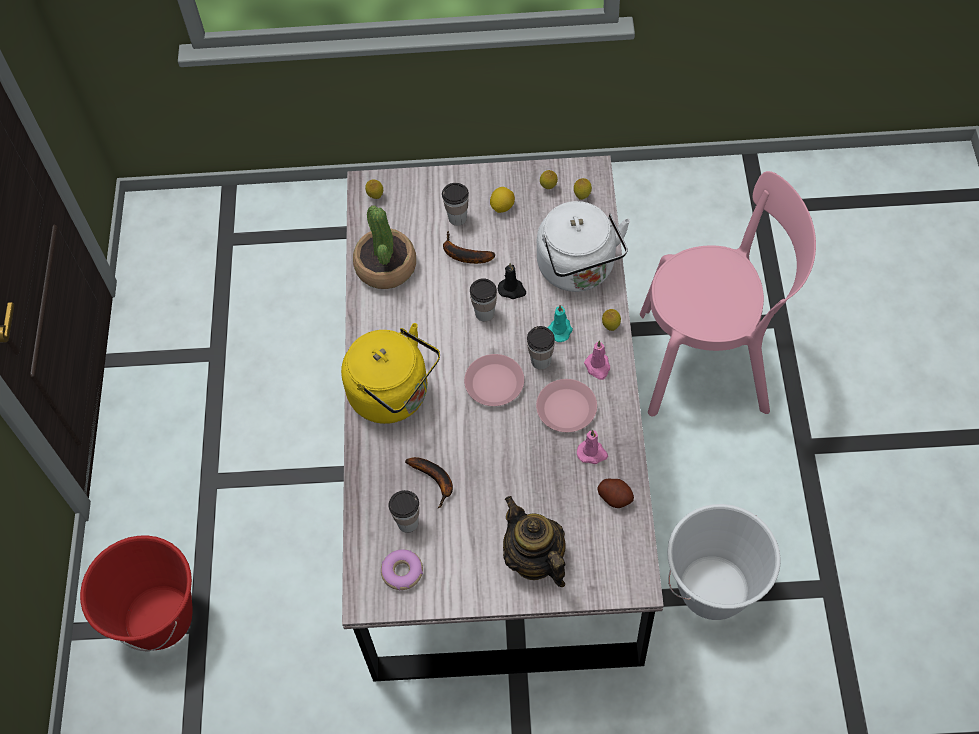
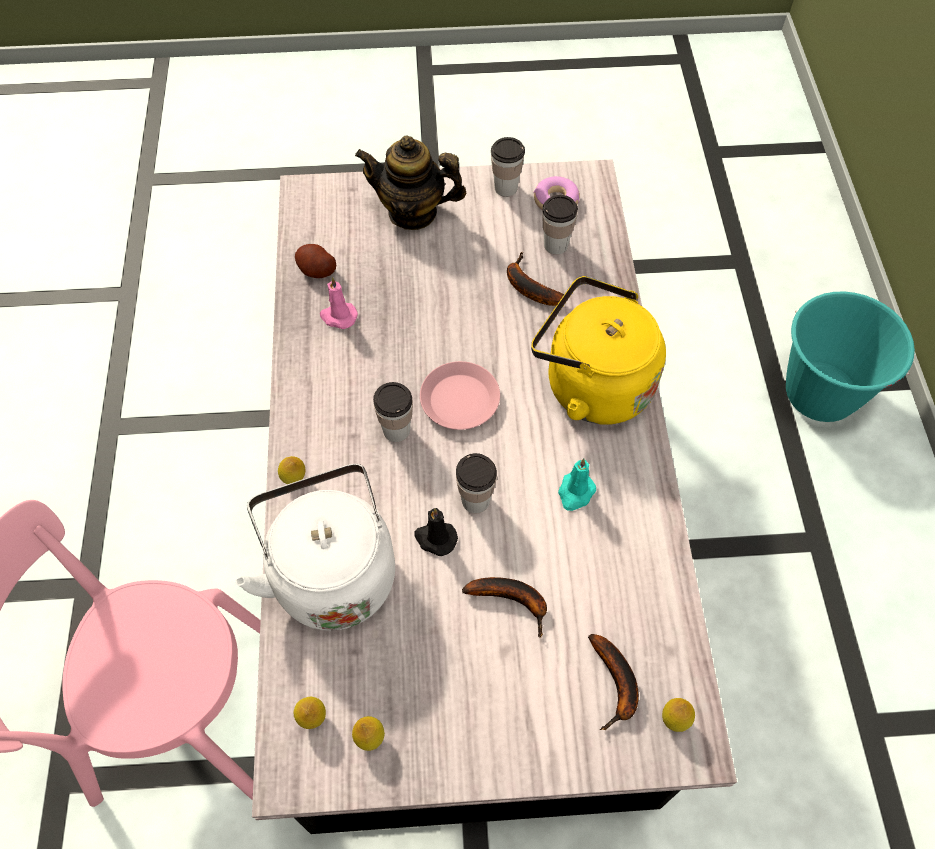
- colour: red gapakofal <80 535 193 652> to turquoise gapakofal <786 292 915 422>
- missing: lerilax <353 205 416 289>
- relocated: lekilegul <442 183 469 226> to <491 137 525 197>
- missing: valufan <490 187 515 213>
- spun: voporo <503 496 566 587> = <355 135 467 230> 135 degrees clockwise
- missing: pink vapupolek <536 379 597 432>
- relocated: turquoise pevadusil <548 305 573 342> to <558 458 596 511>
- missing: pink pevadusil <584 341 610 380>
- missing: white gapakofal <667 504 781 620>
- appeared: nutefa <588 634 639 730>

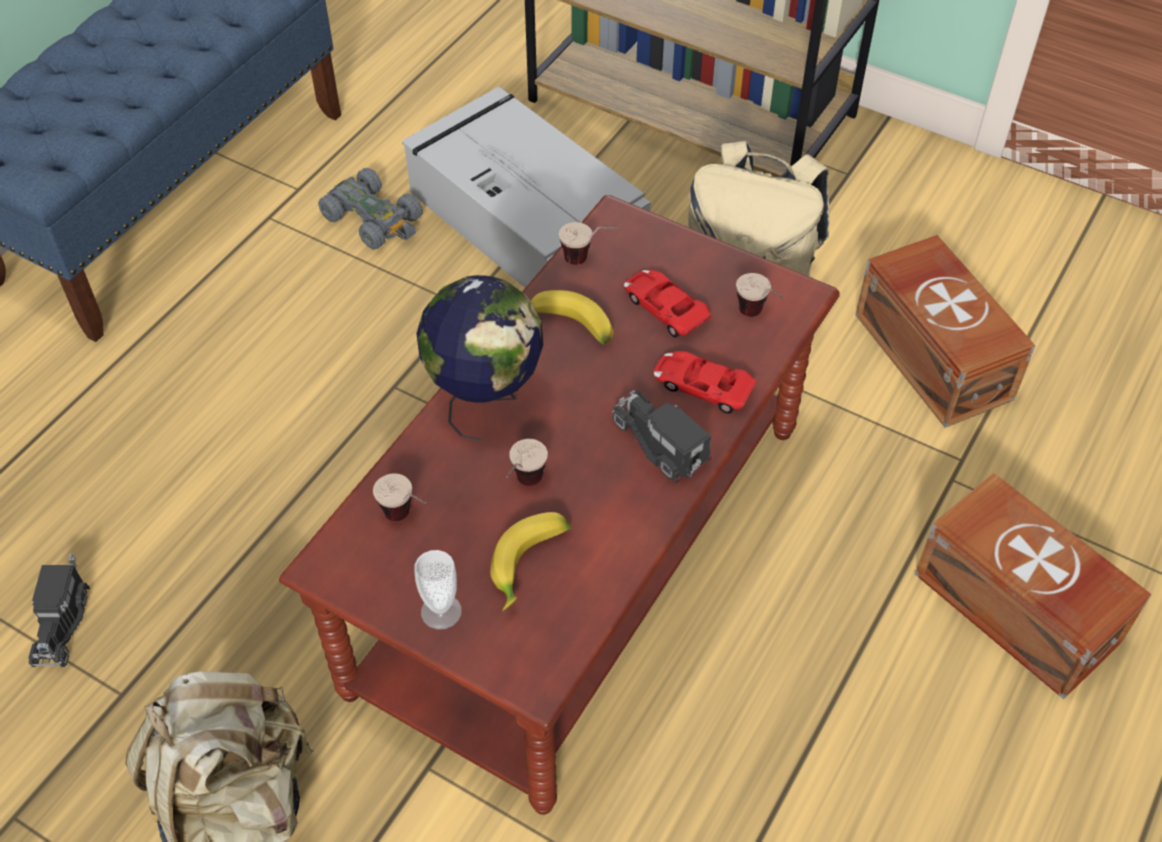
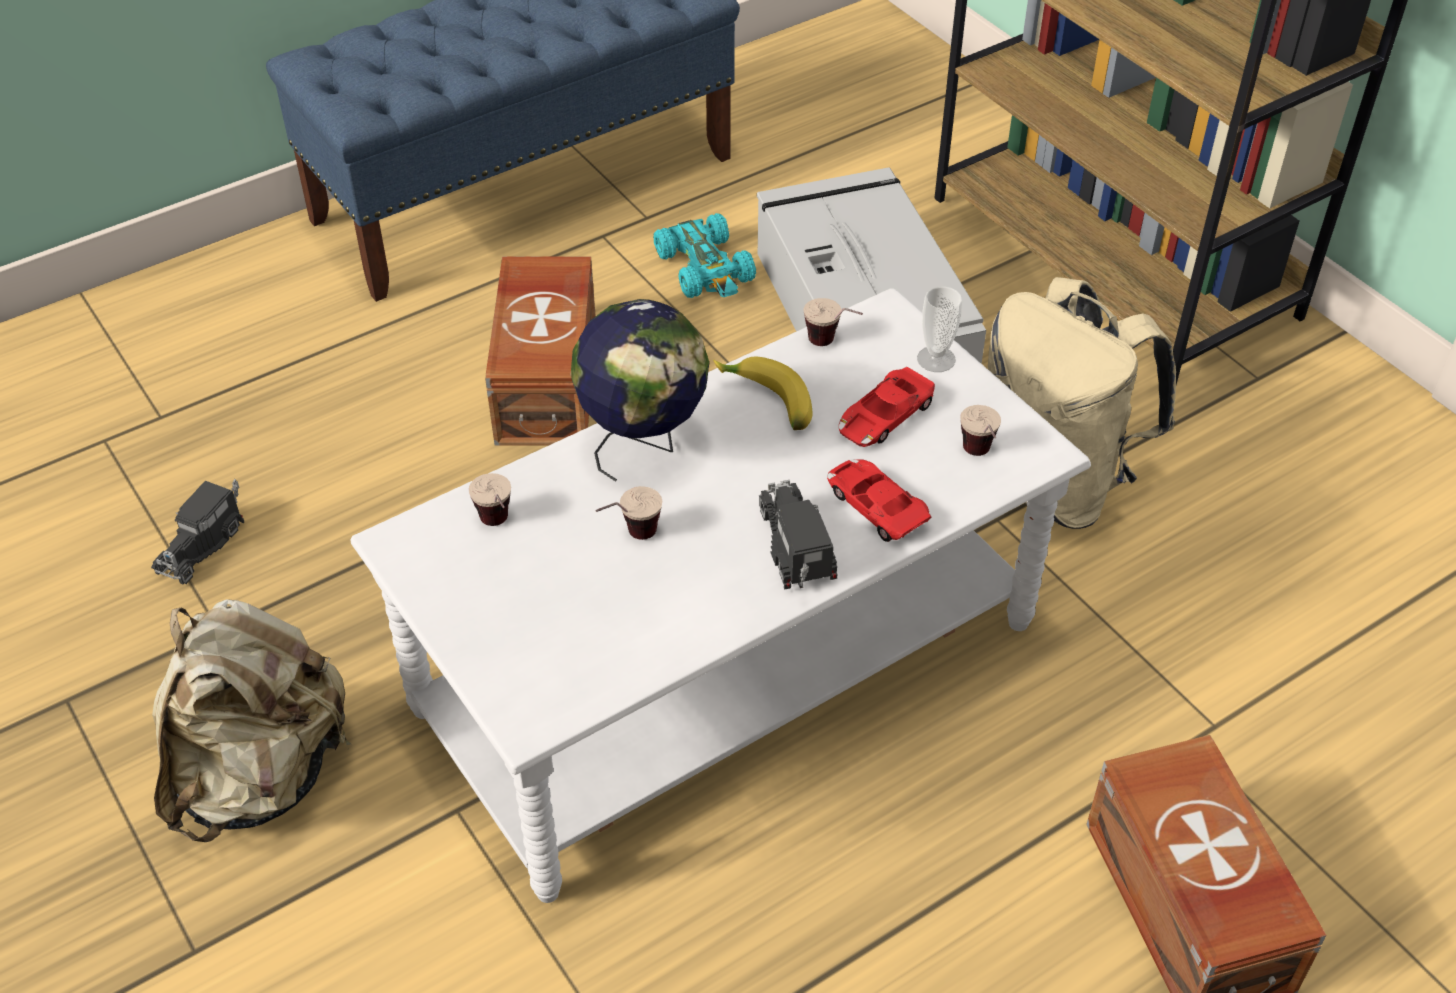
- colour: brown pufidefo <279 195 840 815> to white pufidefo <351 289 1091 903>
- colour: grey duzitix <318 168 423 250> to turquoise duzitix <653 213 756 298>
- relocated: lekilegul <414 550 462 630> to <917 286 962 372>
- missing: nutefa <490 512 571 611>
- spun: red duzitix <624 270 712 338> = <838 367 935 447> 120 degrees counterclockwise
- relocated: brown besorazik <855 235 1035 428> to <485 256 596 446>

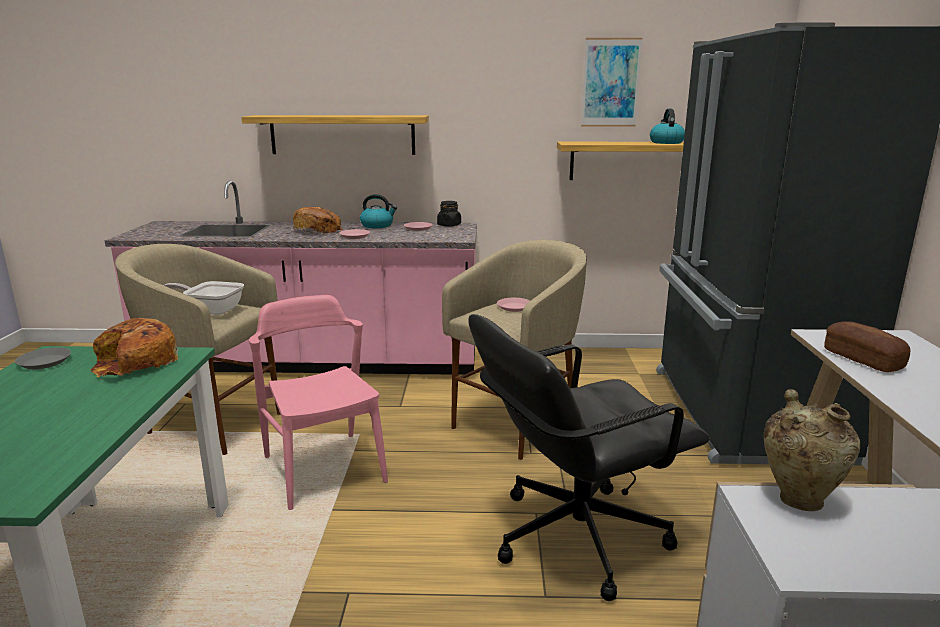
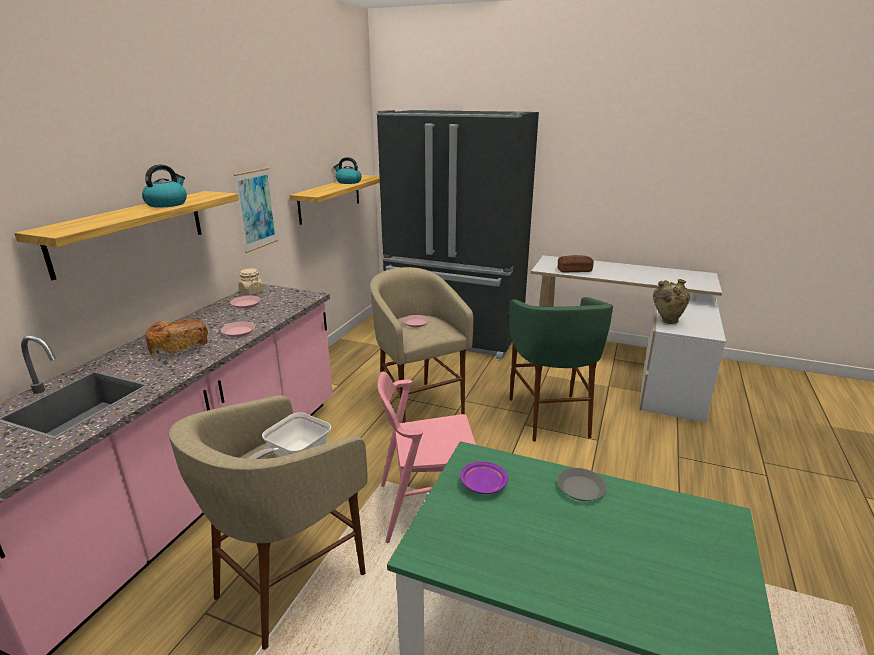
- relocated: grey vapupolek <15 347 71 369> to <557 468 607 501>
- exchanged: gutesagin <90 318 178 377> to purple vapupolek <460 462 508 494>
- relocated: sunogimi <360 194 397 228> to <142 165 187 207>
- colour: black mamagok <437 201 461 227> to beige mamagok <238 269 264 295>
- exchanged: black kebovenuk <469 314 710 601> to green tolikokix <508 297 613 442>
- relocated: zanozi <581 38 642 126> to <234 168 278 253>

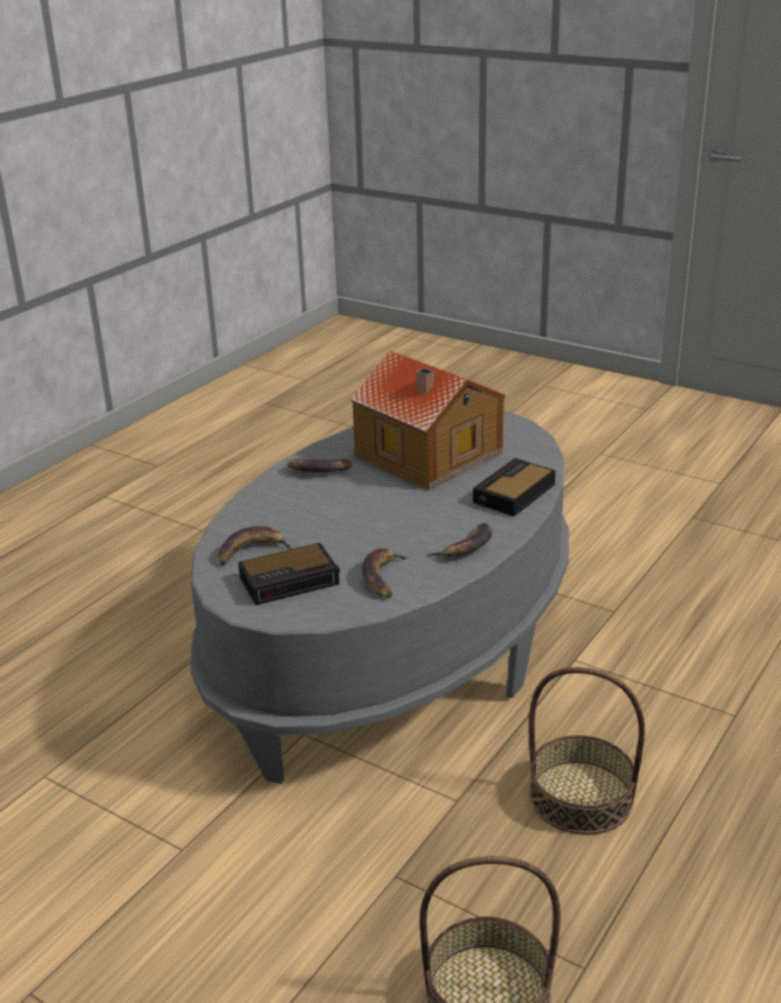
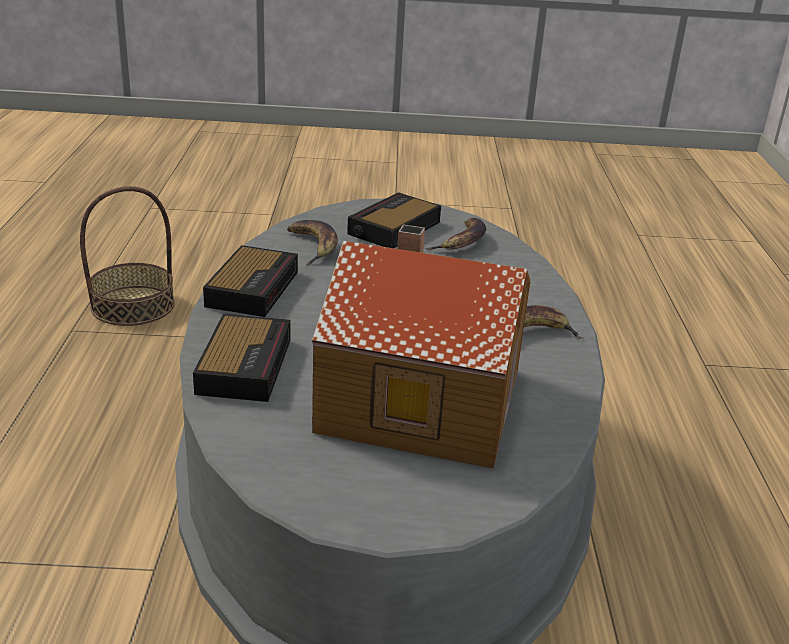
- exchanged: nutefa <427 523 493 557> to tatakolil <203 245 298 317>
- missing: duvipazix <529 667 645 835>

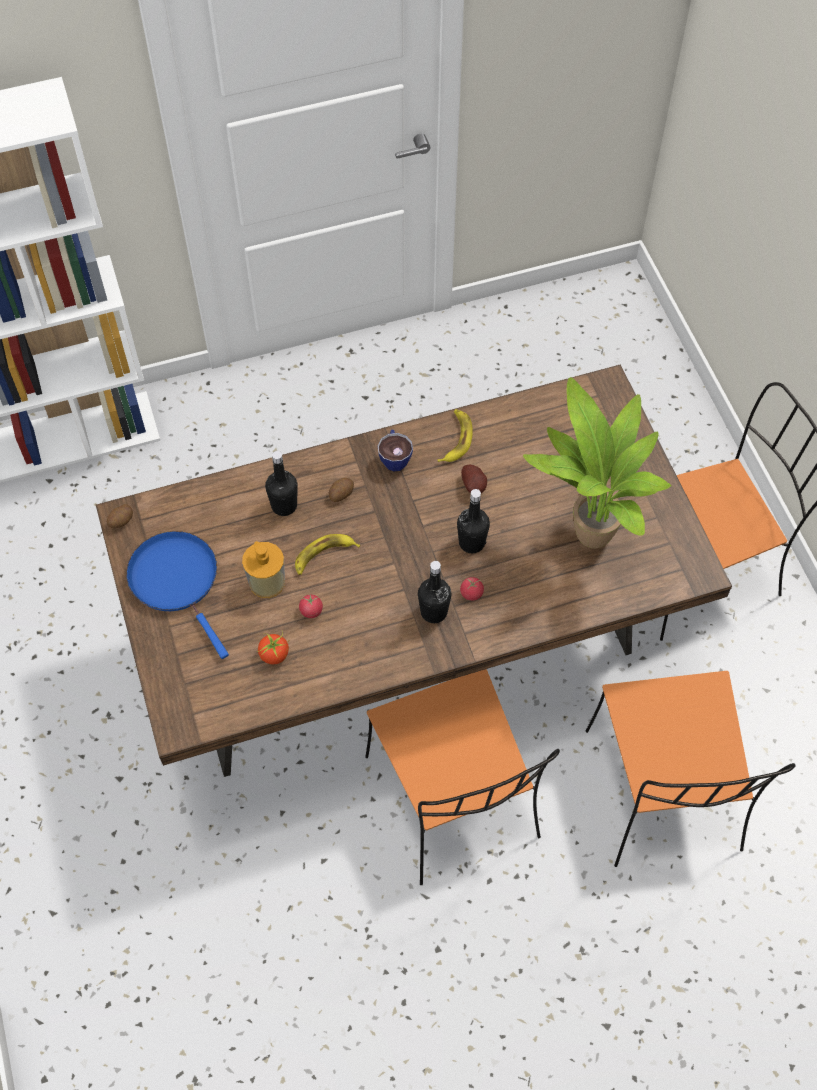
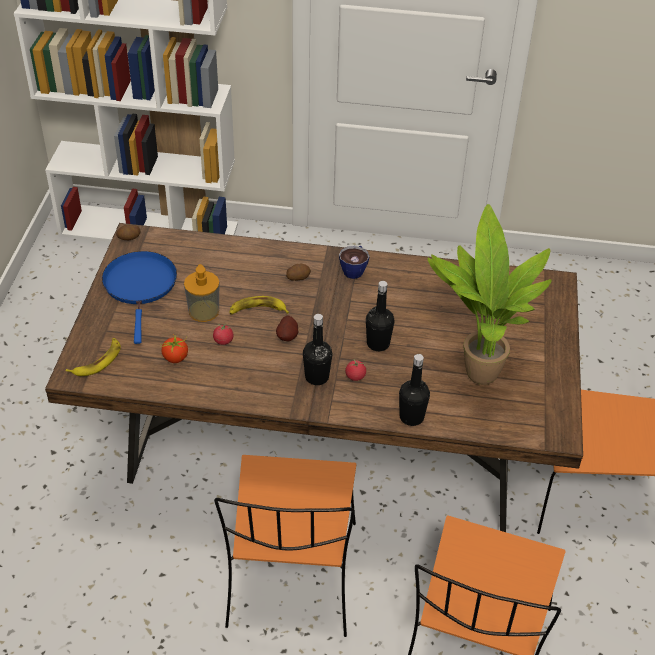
- relocated: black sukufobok <265 451 298 516> to <399 354 430 426>
- relocated: nutefa <438 409 473 462> to <66 338 121 376>
- relocated: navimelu <461 465 487 493> to <276 316 299 342>

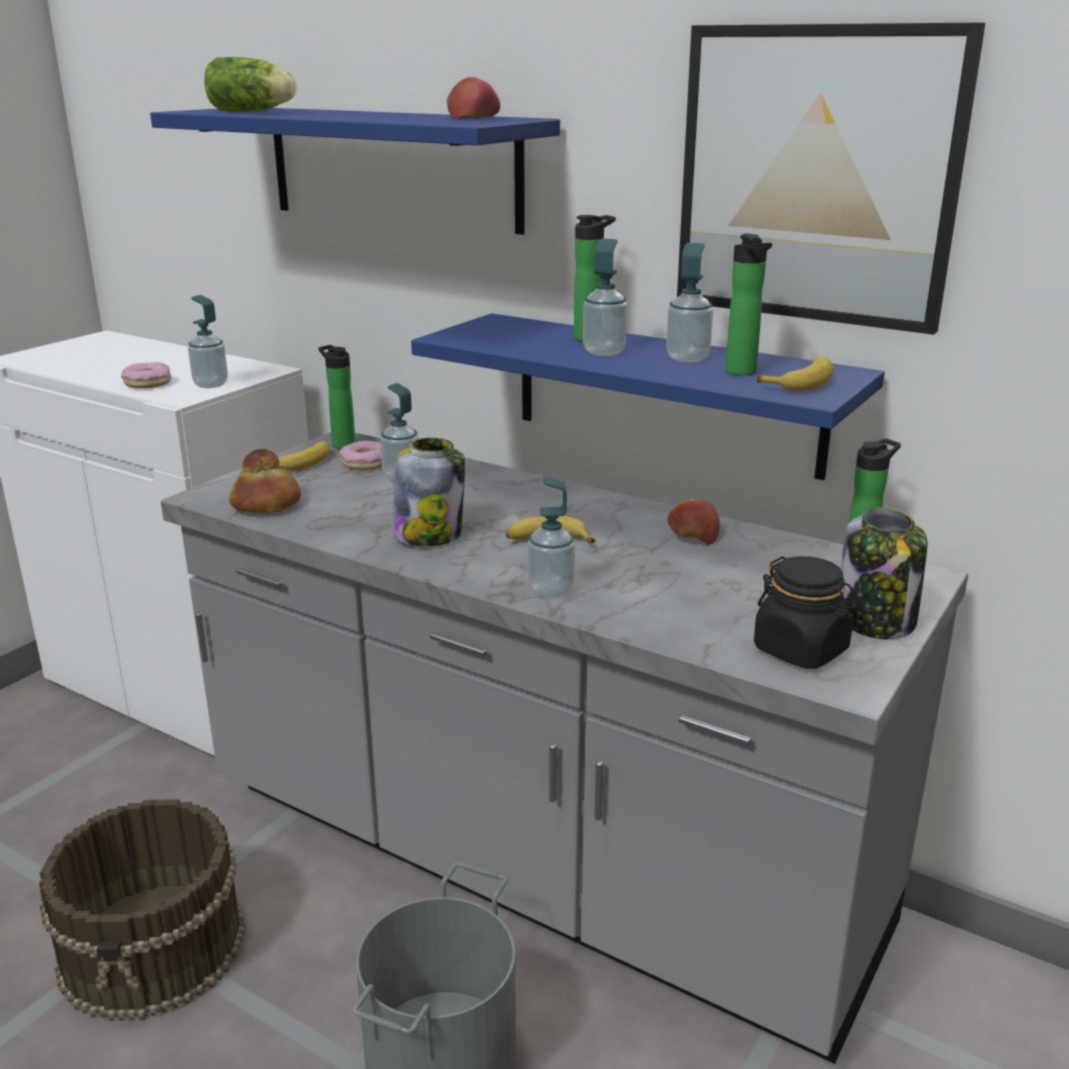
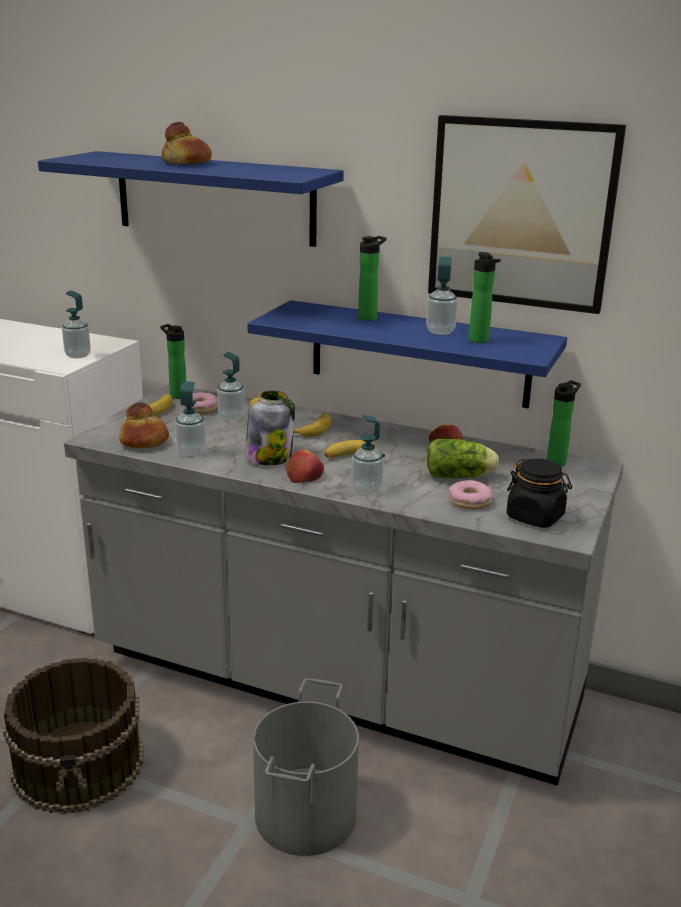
- relocated: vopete <121 362 171 388> to <448 480 493 509>
- relocated: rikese <204 57 297 112> to <427 439 499 479>
- relocated: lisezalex <447 77 500 119> to <285 449 324 483>
- relocated: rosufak <583 239 627 356> to <175 381 206 456>
- relocated: nutefa <756 356 834 391> to <293 413 331 437>
- missing: mamagok <841 507 927 639>
- appeared: gutesagin <162 122 212 164>

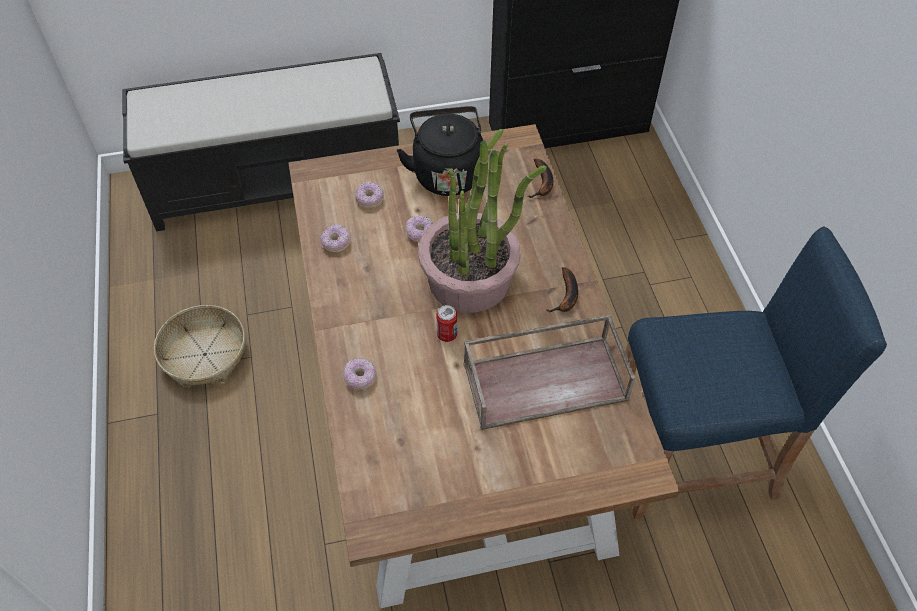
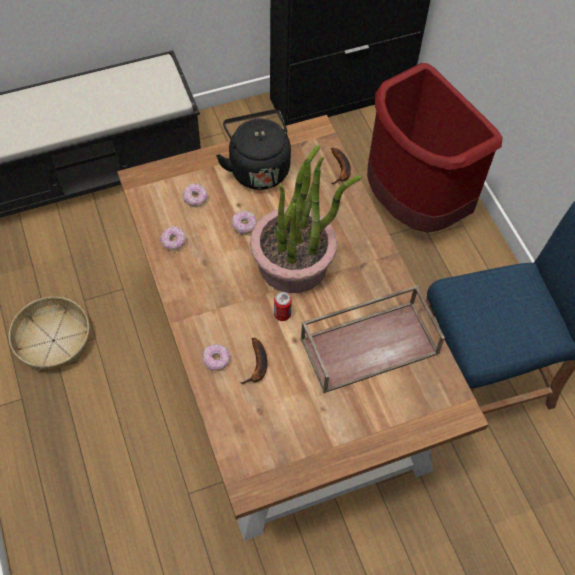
- relocated: nutefa <546 267 578 313> to <239 338 268 384>
- appeared: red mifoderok <367 63 502 233>

